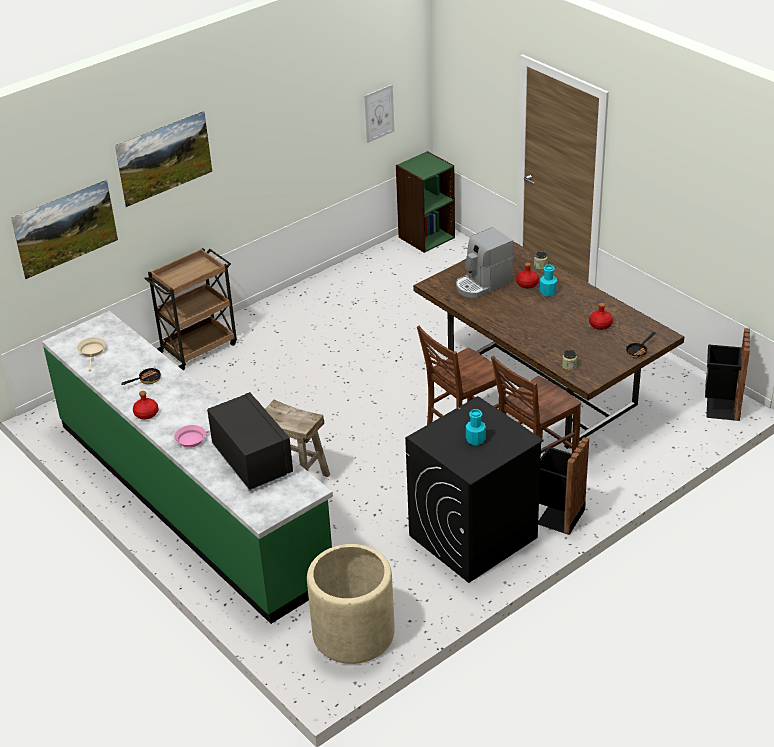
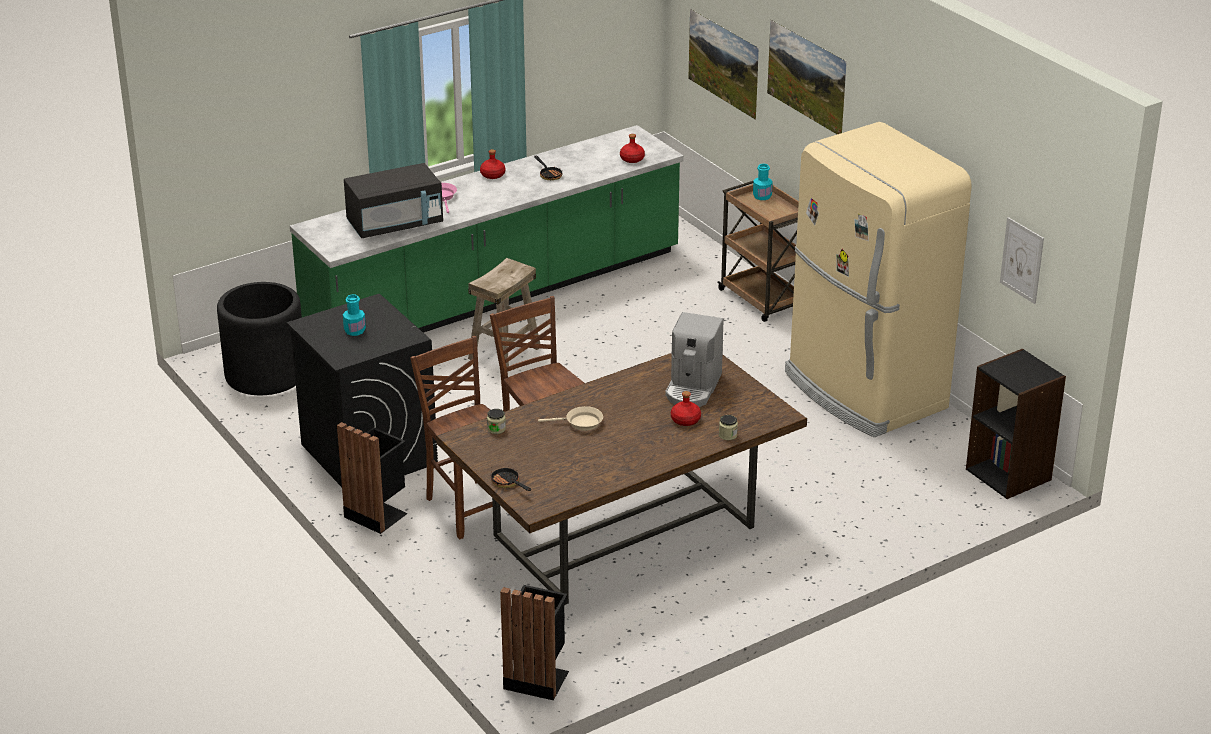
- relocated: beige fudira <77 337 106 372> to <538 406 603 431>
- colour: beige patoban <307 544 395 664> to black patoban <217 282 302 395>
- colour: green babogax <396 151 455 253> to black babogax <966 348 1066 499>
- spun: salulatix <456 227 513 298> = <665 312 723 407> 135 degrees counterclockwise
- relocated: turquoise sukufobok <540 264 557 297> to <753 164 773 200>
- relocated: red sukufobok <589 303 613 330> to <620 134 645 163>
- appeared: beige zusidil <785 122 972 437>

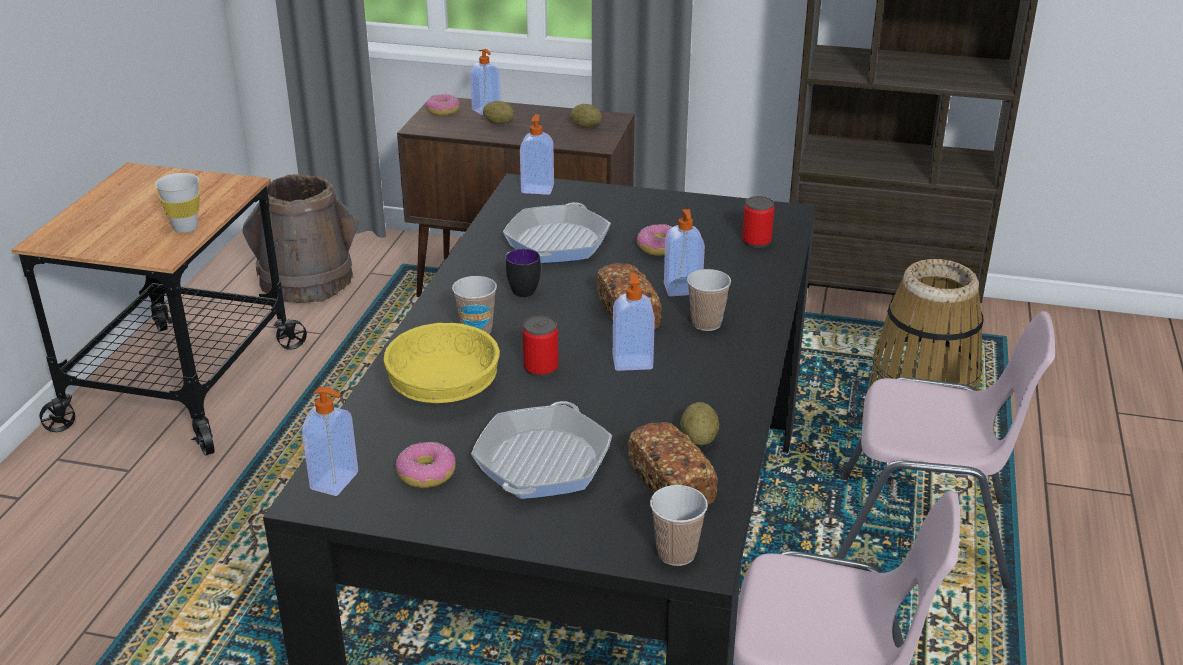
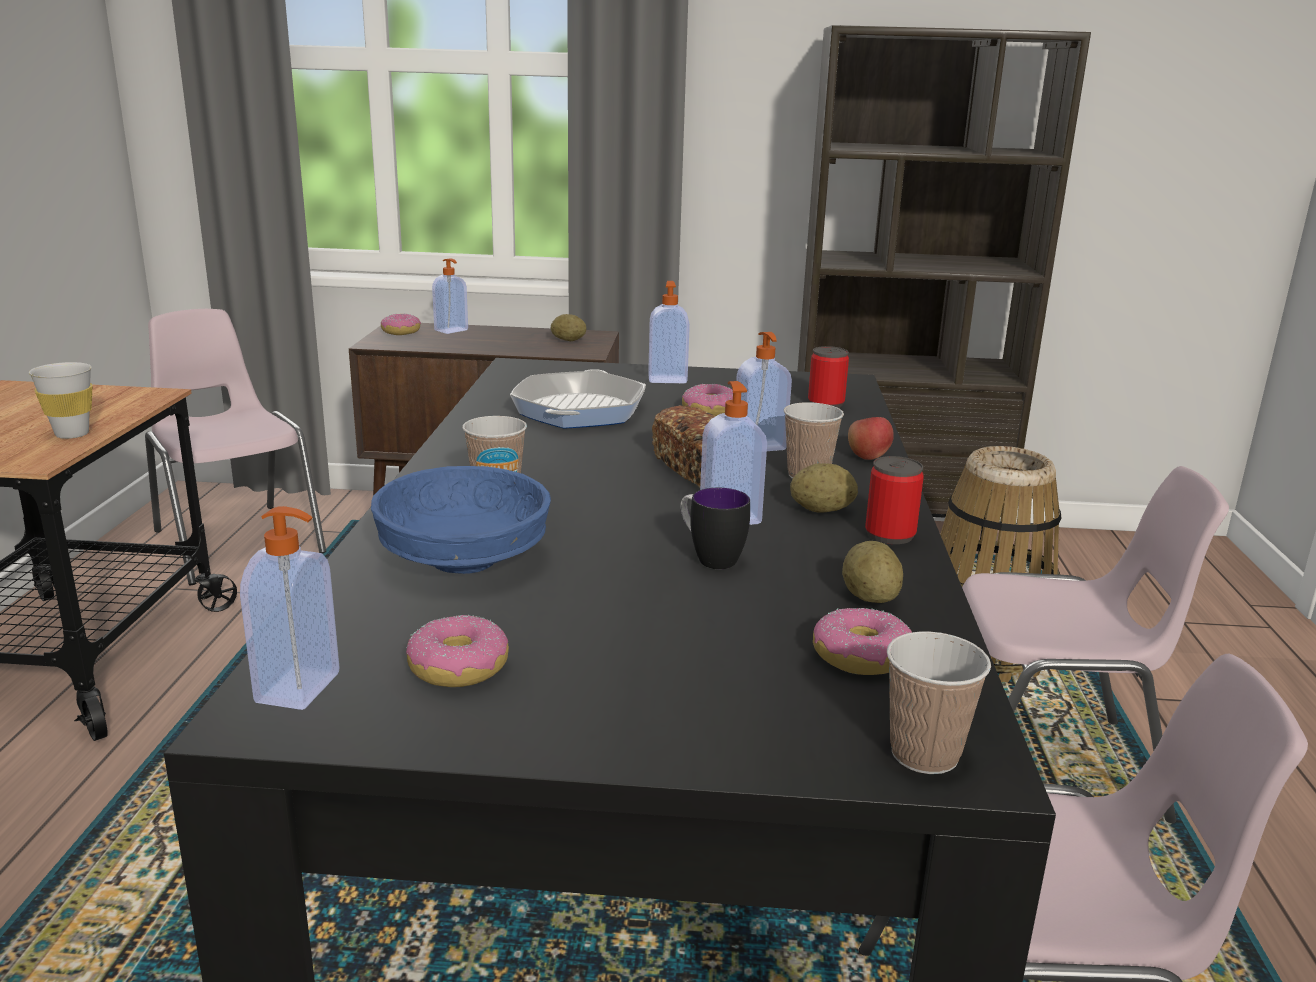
- exchanged: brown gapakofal <242 174 359 303> to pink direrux <145 309 326 585>
- colour: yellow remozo <383 323 500 403> to blue remozo <371 466 551 574>
- missing: fudira <471 401 612 499>
- relocated: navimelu <483 101 514 124> to <790 463 858 513>
- relocated: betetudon <506 249 541 297> to <680 488 750 569>
- relocated: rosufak <520 114 554 195> to <648 281 690 383>
- relocated: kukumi <523 316 559 377> to <865 456 924 544>
- exchanged: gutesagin <628 422 718 504> to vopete <813 608 912 675>
- appeared: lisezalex <848 417 894 460>

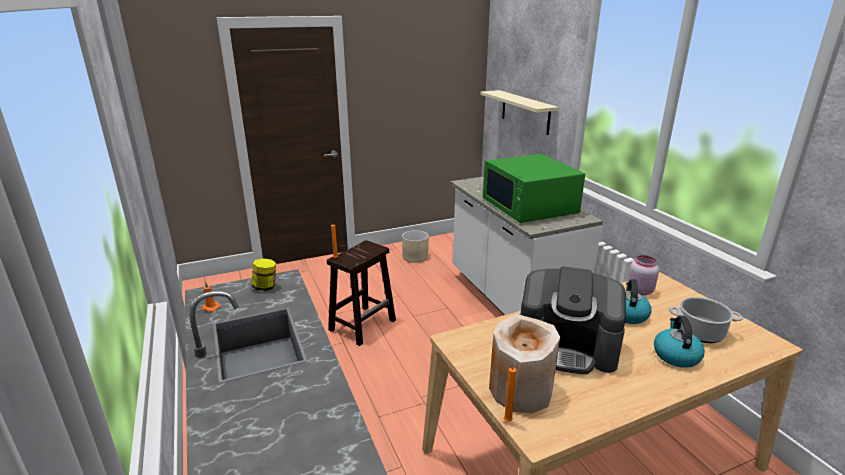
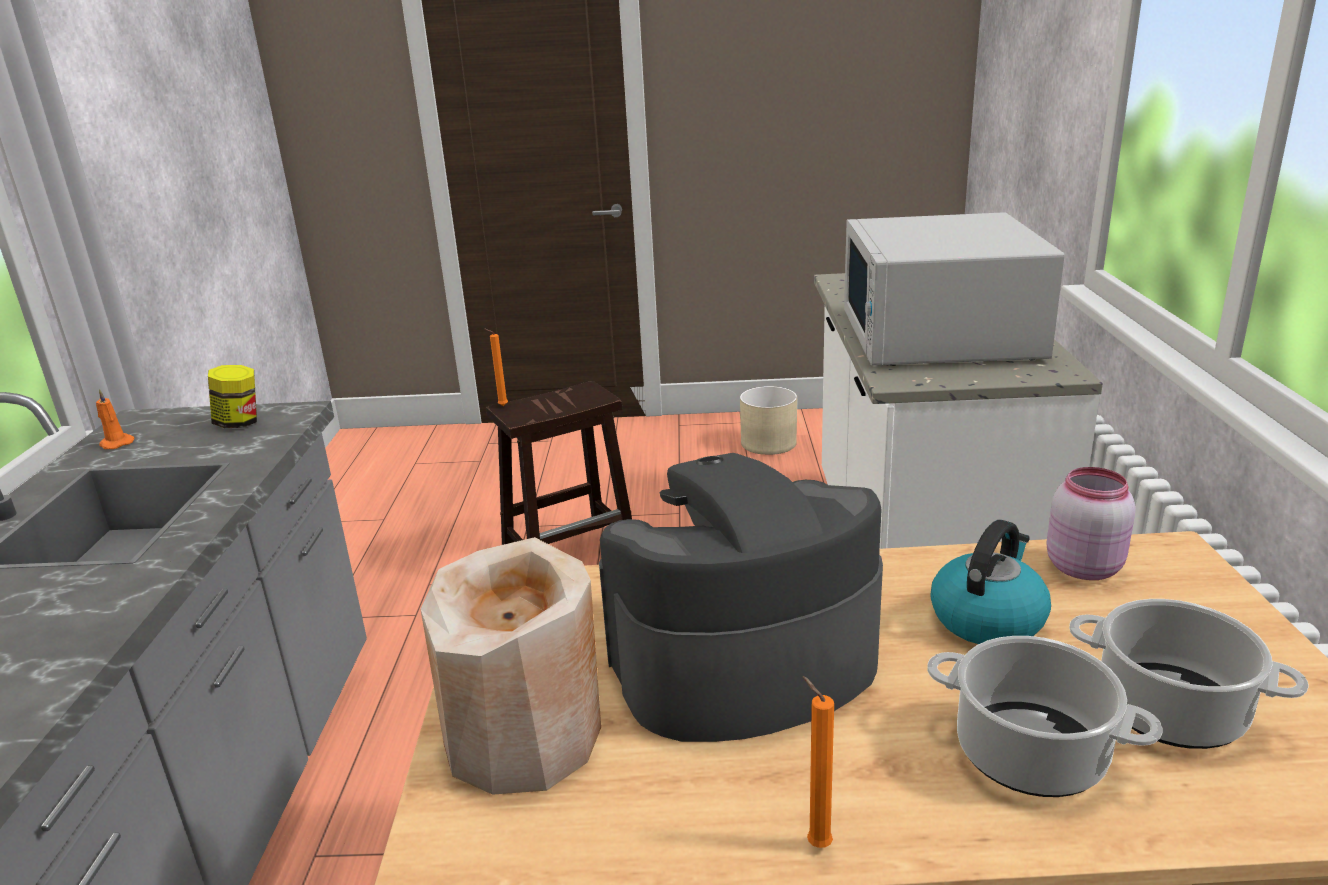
- missing: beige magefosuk <480 90 559 135>
- colour: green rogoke <483 154 585 223> to white rogoke <844 212 1064 366>
- relocated: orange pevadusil <504 362 517 422> to <803 676 834 848>
- spun: salulatix <520 266 626 374> = <599 453 883 742> 120 degrees clockwise
- exchanged: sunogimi <654 316 705 368> to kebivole <927 636 1162 797>

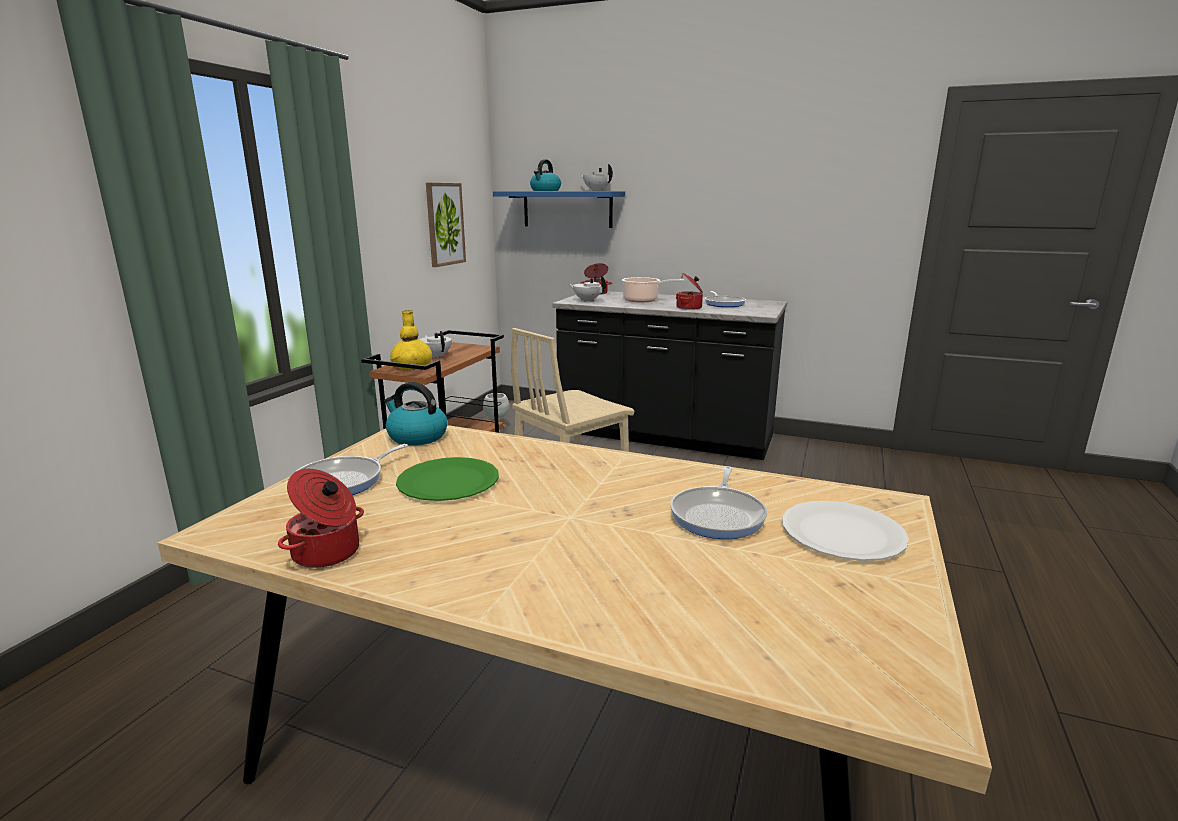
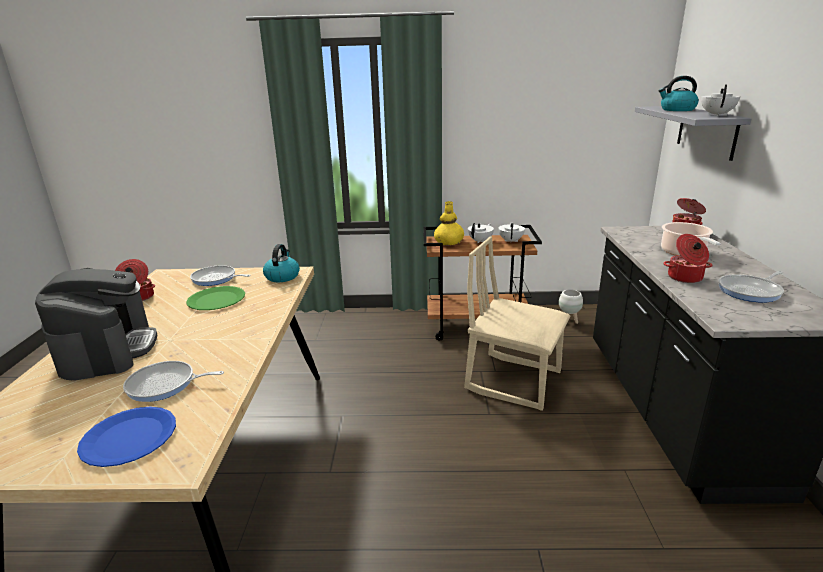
- missing: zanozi <426 183 466 267>
- colour: blue magefosuk <493 191 625 228> to grey magefosuk <635 106 752 161>
- relocated: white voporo <569 276 606 302> to <498 222 525 242>
- colour: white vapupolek <782 501 909 561> to blue vapupolek <77 406 176 467>
- appeared: salulatix <35 268 157 380>

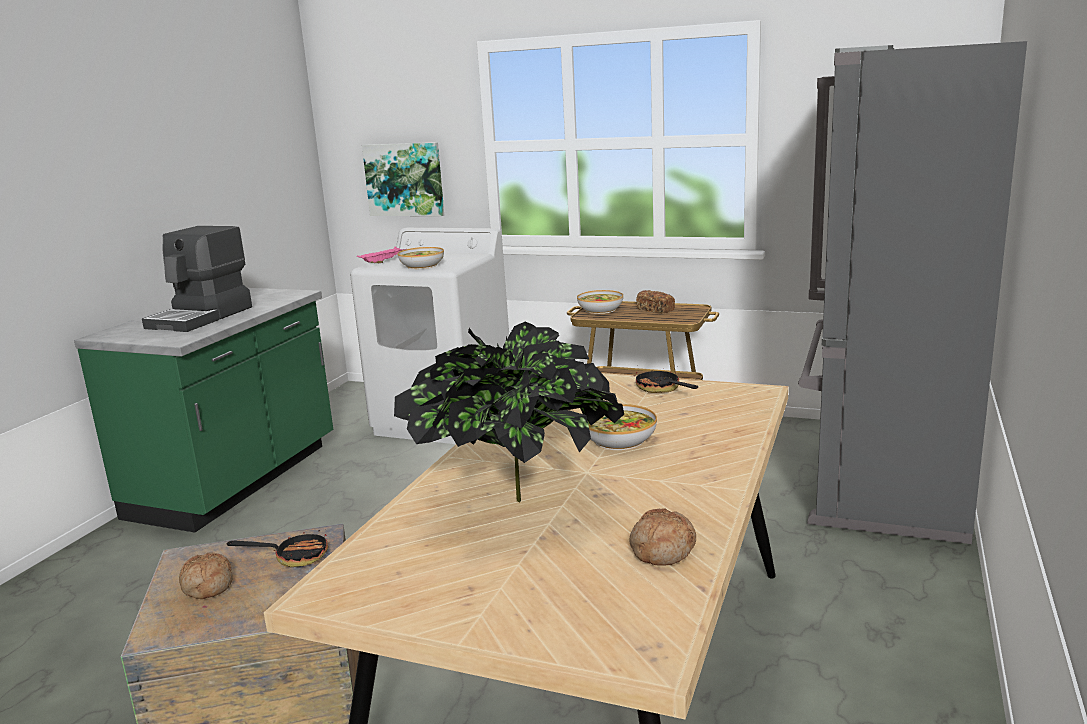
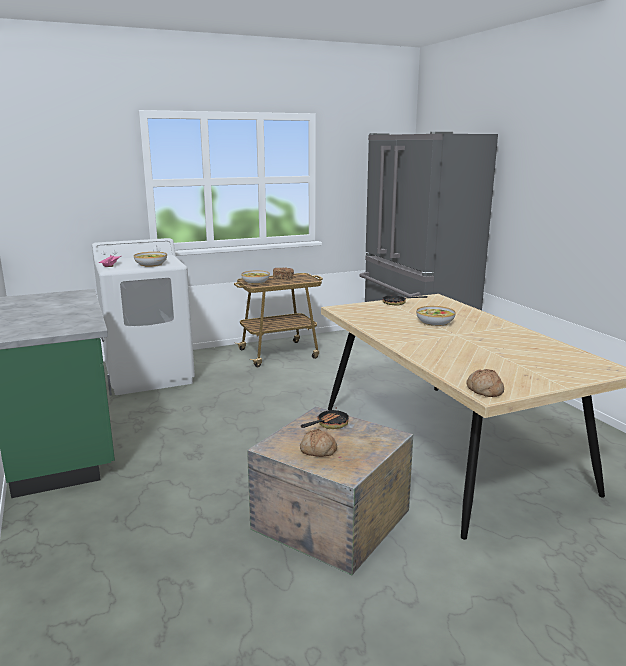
- missing: salulatix <142 226 252 332>
- missing: zanozi <362 142 444 216>
- missing: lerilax <394 322 624 503>
- relocated: gutesagin <629 508 696 566> to <466 369 504 397>

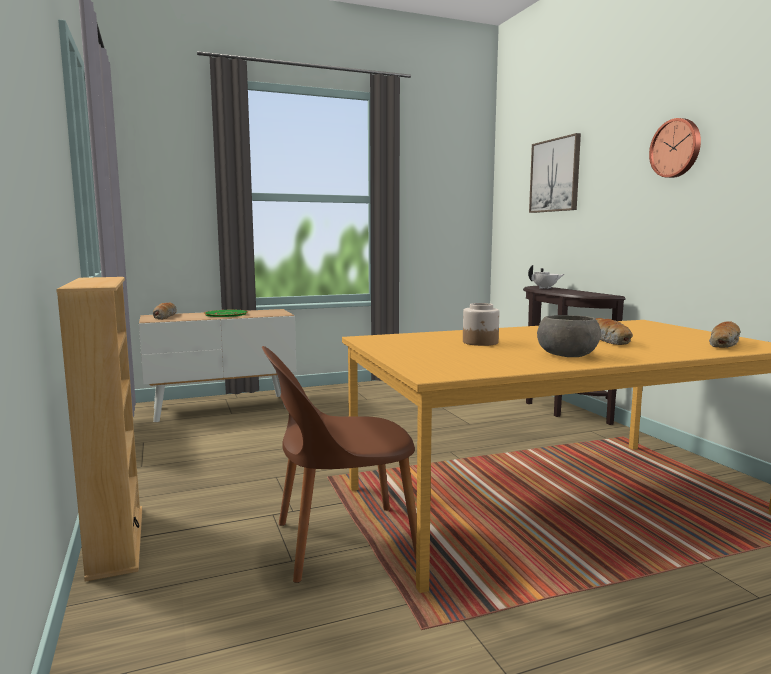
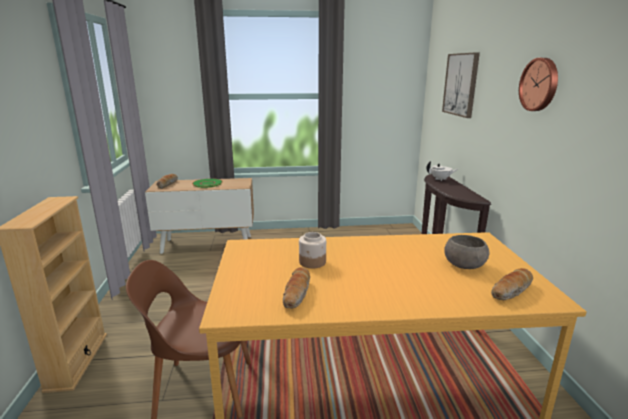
- relocated: grey remozo <537 315 601 357> to <444 235 490 269>
- relocated: gutesagin <596 318 633 345> to <283 267 310 309>

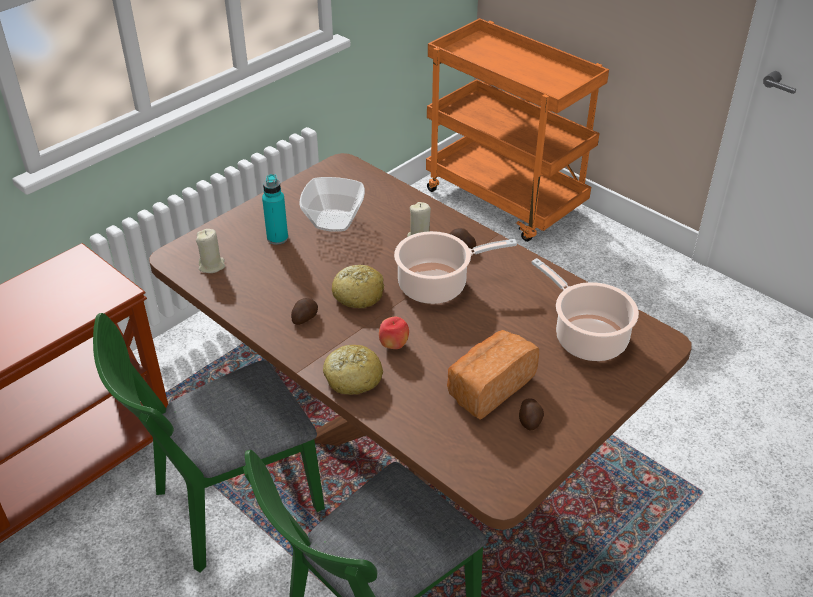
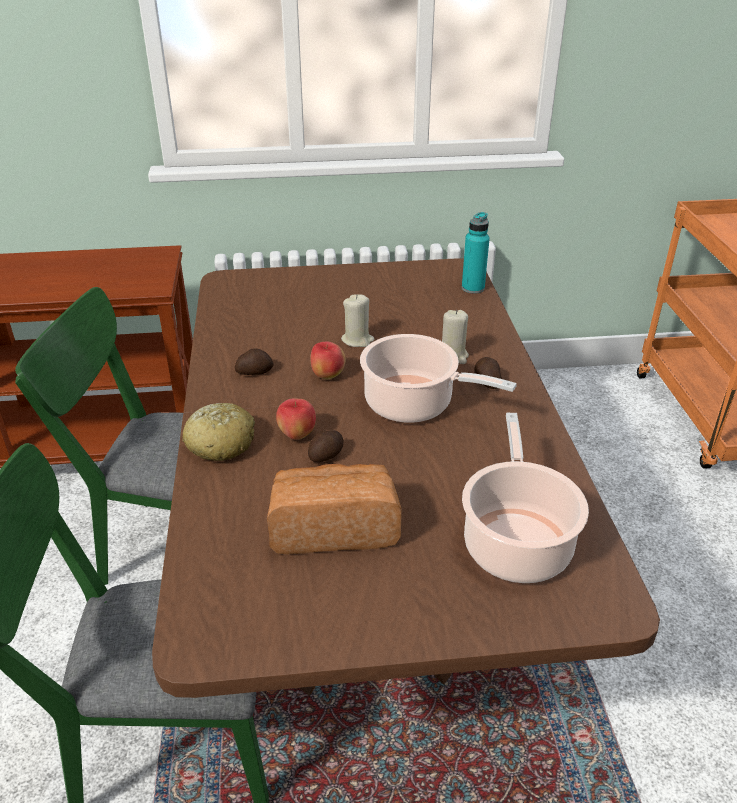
- relocated: beige pevadusil <196 229 225 273> to <341 294 374 347>
- relocated: turquoise sukufobok <262 174 288 245> to <462 212 490 294>
- missing: remozo <299 177 365 232>
- exchanged: gutesagin <332 265 384 308> to lisezalex <310 342 346 380>
- relocated: navimelu <519 398 544 431> to <308 430 344 462>

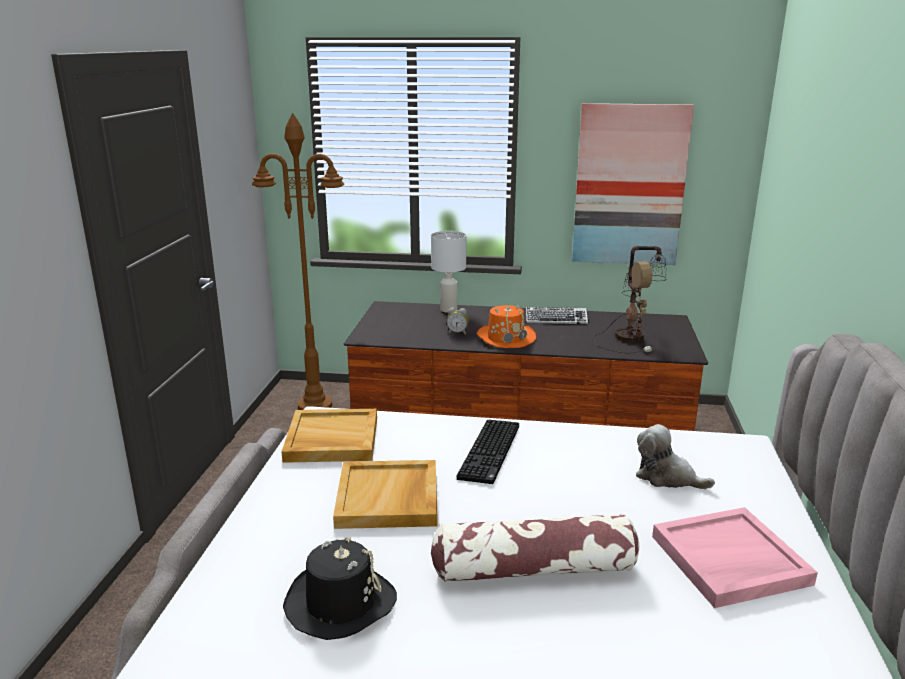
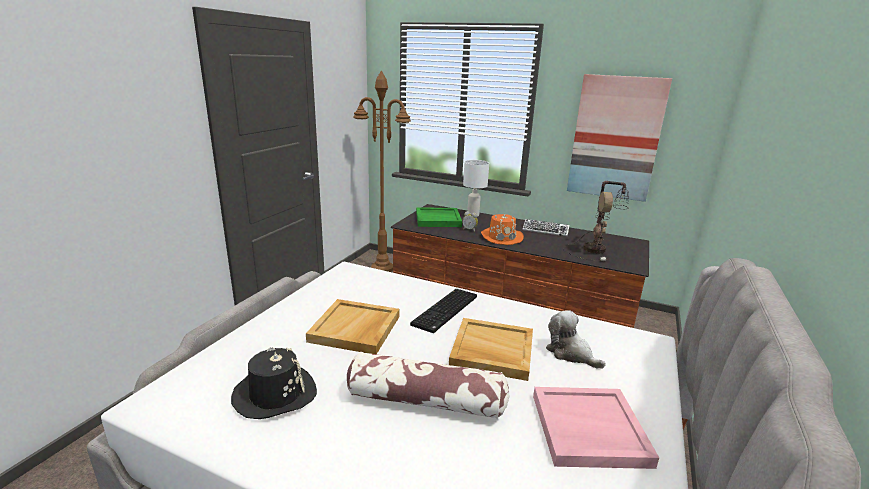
- relocated: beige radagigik <281 409 377 463> to <449 318 533 381>
- appeared: green radagigik <416 207 462 227>

